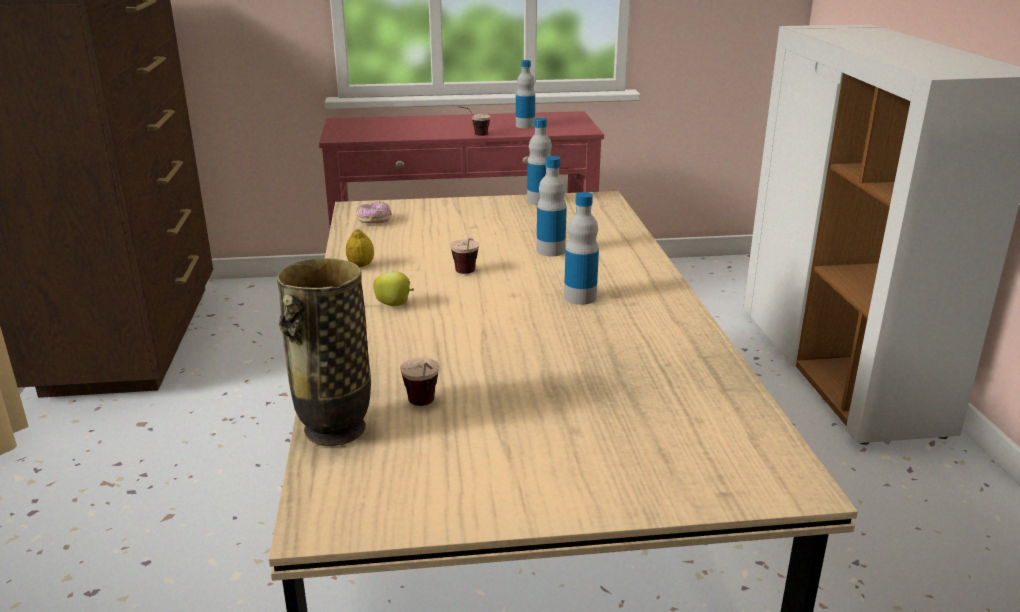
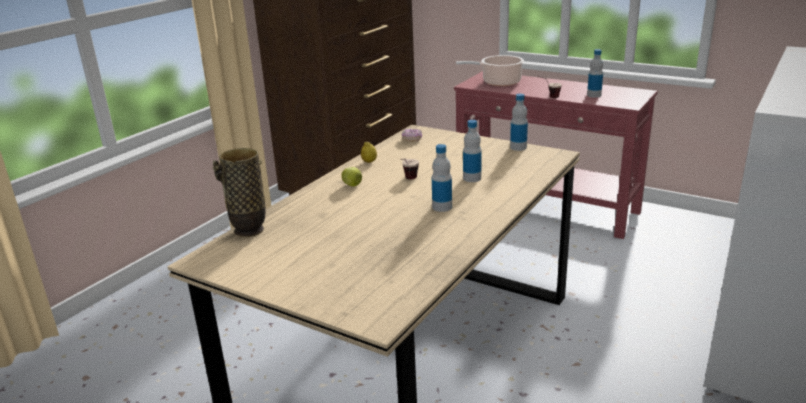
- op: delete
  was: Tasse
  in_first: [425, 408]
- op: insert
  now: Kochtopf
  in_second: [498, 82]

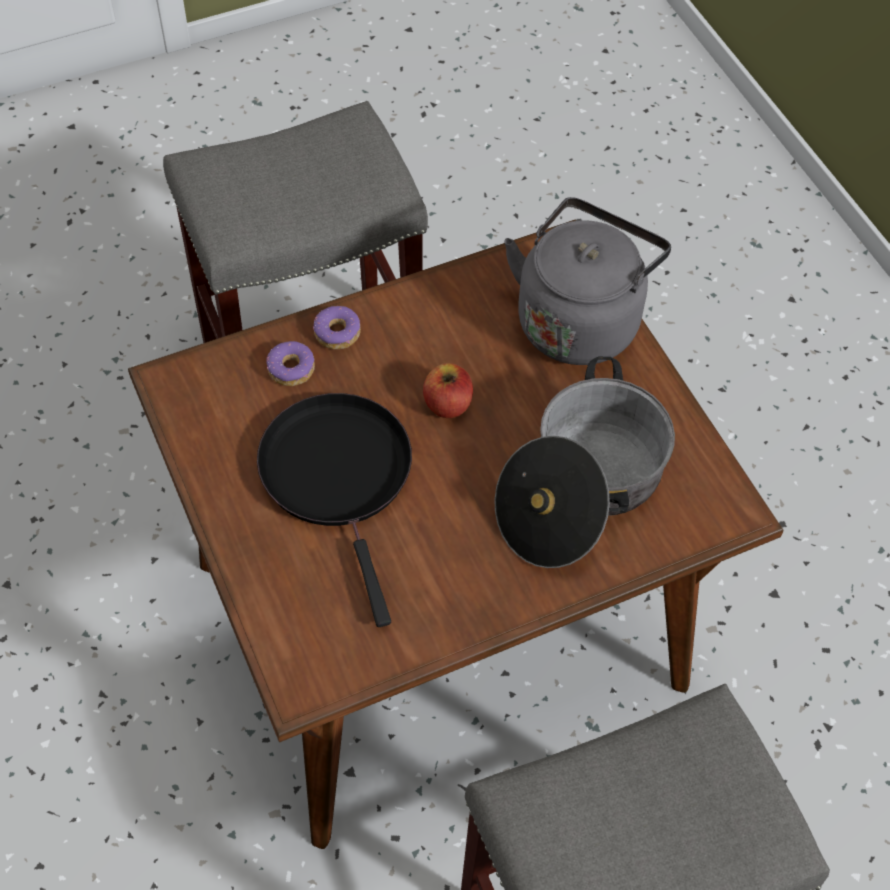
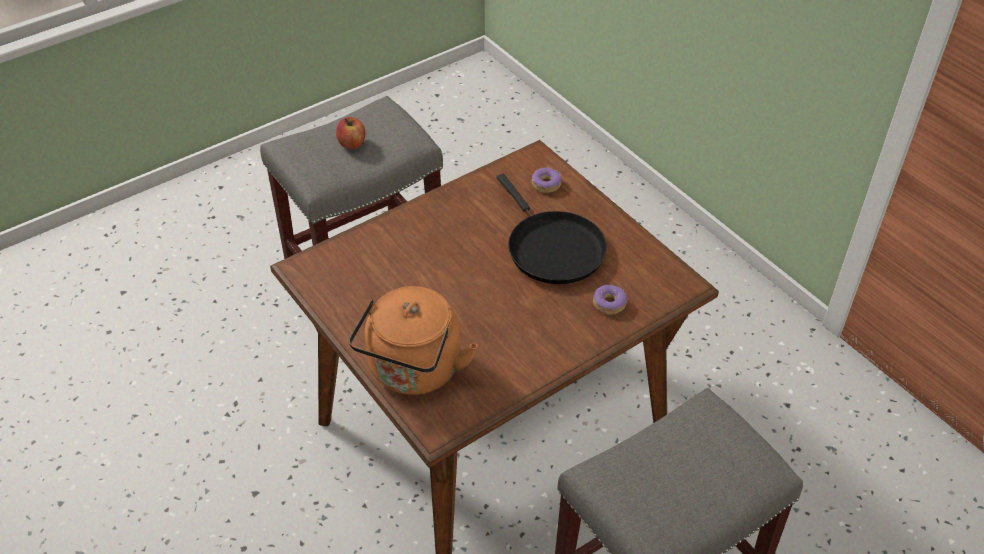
- op: recolor
  was: Wasserkessel/grau
  now: Wasserkessel/orange
  in_first: [580, 319]
  in_second: [413, 372]
- op: move
  was: Donut
  in_first: [337, 333]
  in_second: [546, 184]
- op: delete
  was: Kochtopf
  in_first: [580, 489]
- op: move
  was: Apfel
  in_first: [447, 404]
  in_second: [352, 143]

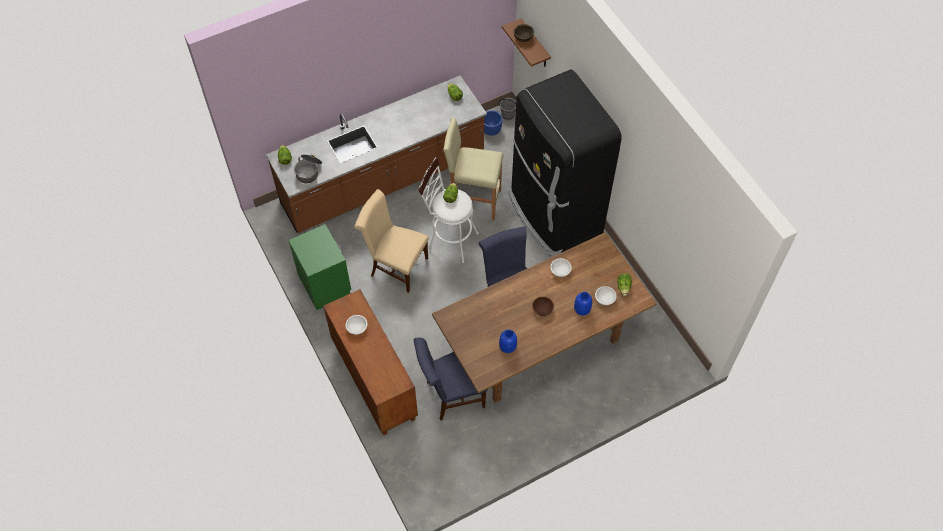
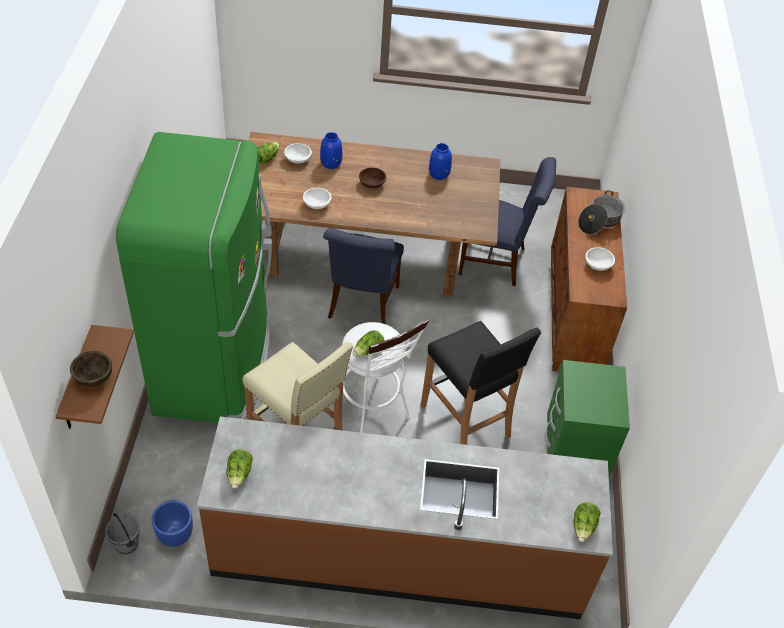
- op: recolor
  was: Kühlschrank/schwarz
  now: Kühlschrank/grün
  in_first: [553, 215]
  in_second: [215, 366]
- op: move
  was: Kochtopf
  in_first: [309, 171]
  in_second: [599, 221]
- op: replace
  was: Stuhl/beige
  now: Hocker/schwarz
  in_first: [395, 266]
  in_second: [466, 421]

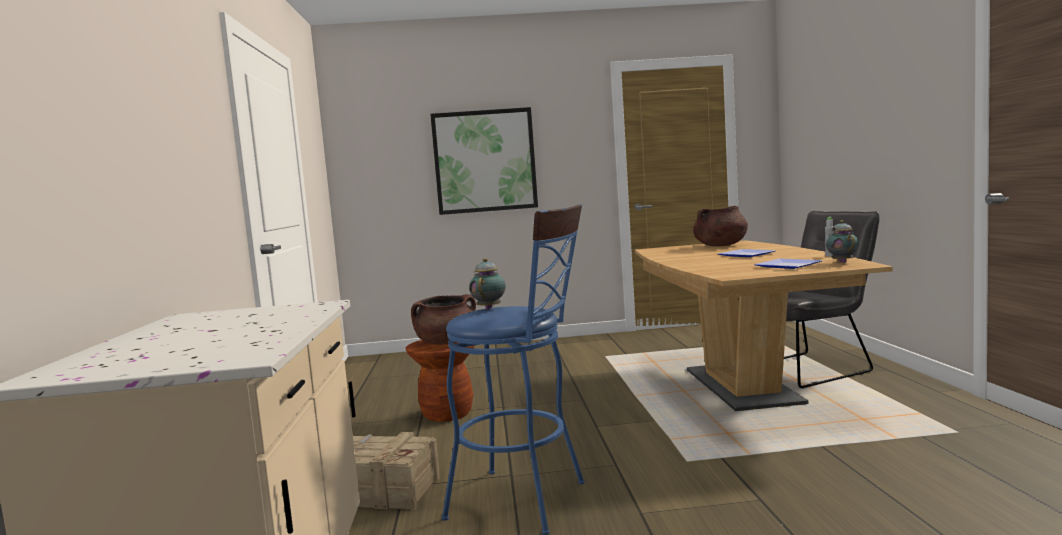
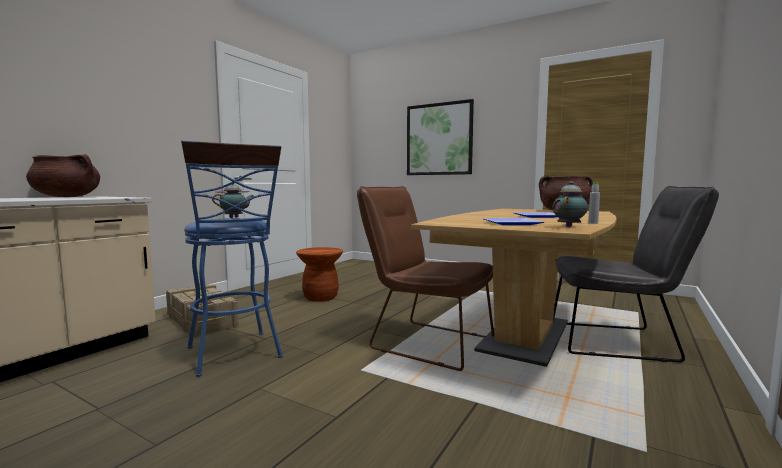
- op: move
  was: Kochtopf/braun
  in_first: [446, 342]
  in_second: [67, 197]
- op: insert
  now: Stuhl/braun
  in_second: [424, 342]

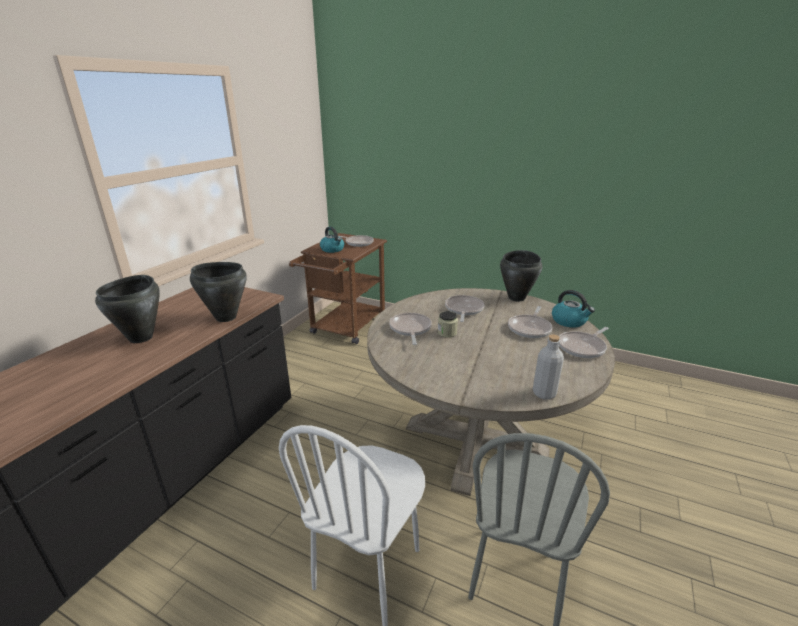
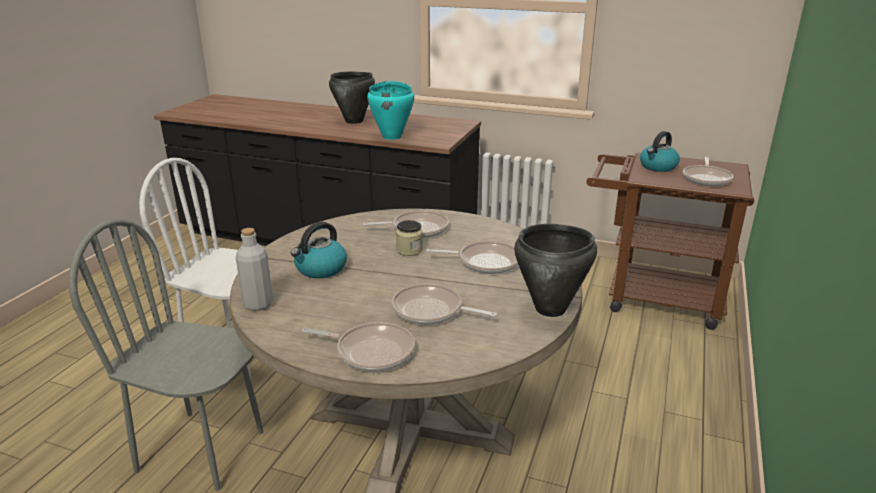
- op: recolor
  was: Kochtopf/schwarz
  now: Kochtopf/türkis
  in_first: [226, 317]
  in_second: [392, 137]
- op: move
  was: Wasserkessel
  in_first: [569, 321]
  in_second: [320, 269]
- op: rotate
  was: Pfanne
  in_first: [582, 347]
  in_second: [371, 351]
  clockwise: 150

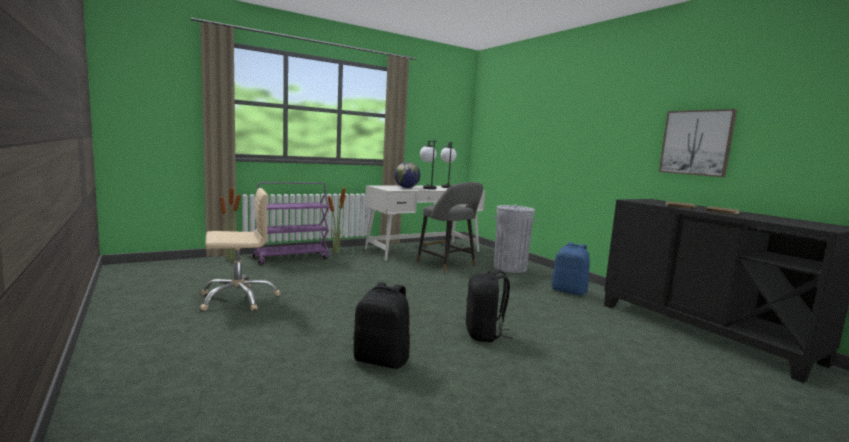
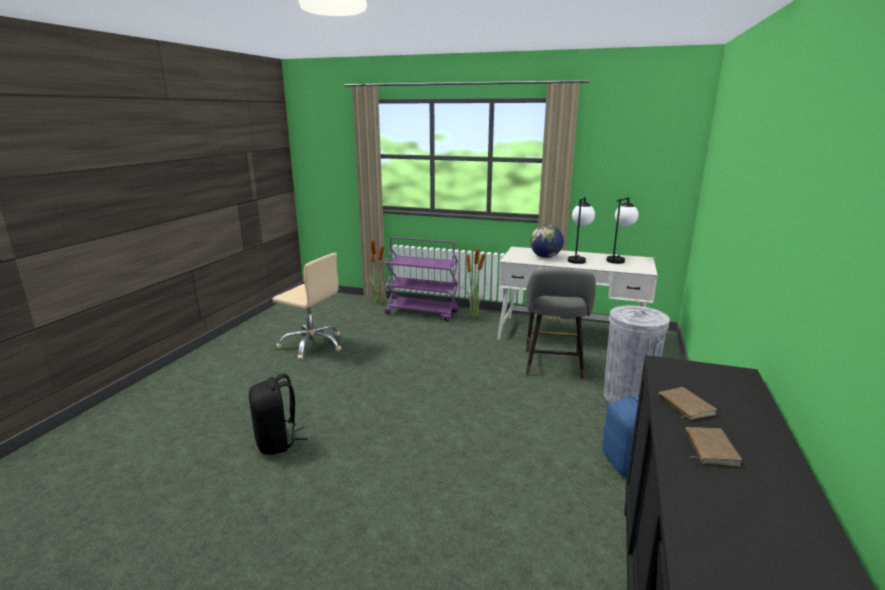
- op: delete
  was: Bild
  in_first: [696, 142]
- op: delete
  was: Rucksack/schwarz
  in_first: [484, 334]

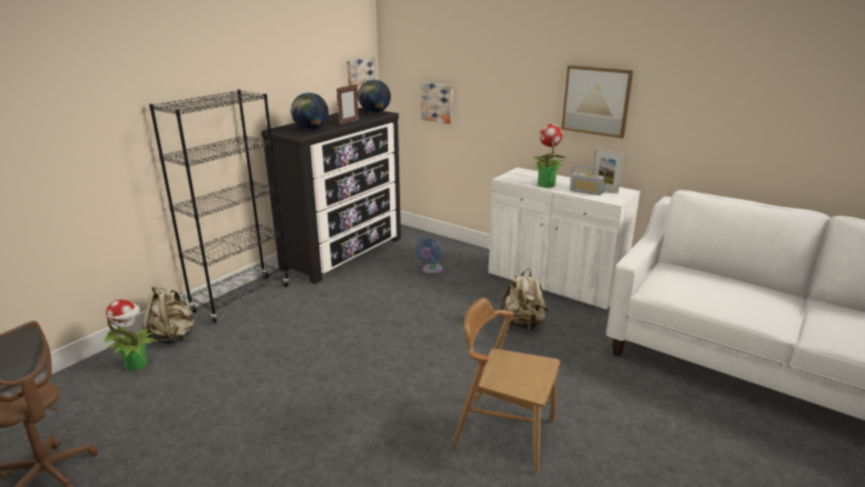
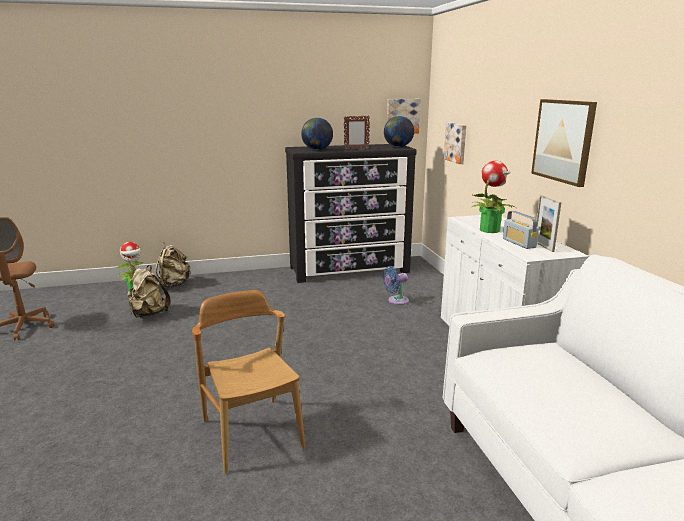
- op: delete
  was: Bücherregal/schwarz
  in_first: [241, 299]
- op: move
  was: Rucksack/beige
  in_first: [522, 324]
  in_second: [149, 314]

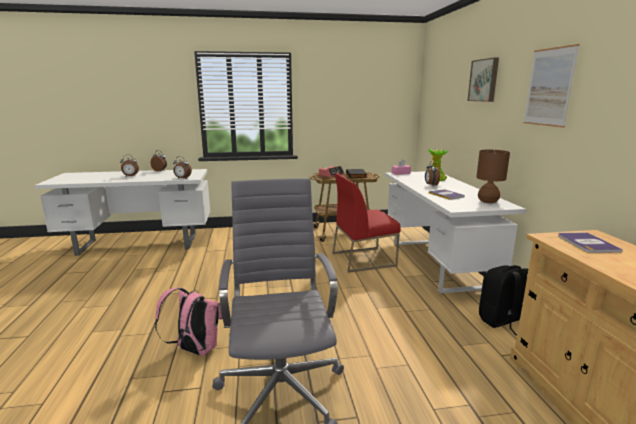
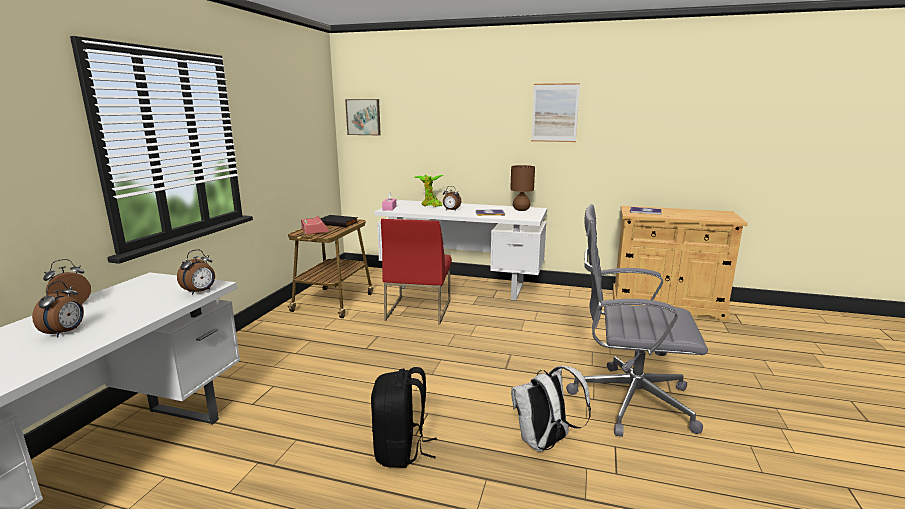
- op: move
  was: Bild
  in_first: [484, 80]
  in_second: [363, 117]
- op: move
  was: Rucksack/schwarz
  in_first: [502, 321]
  in_second: [401, 450]
- op: recolor
  was: Rucksack/rosa
  now: Rucksack/weiß
  in_first: [195, 350]
  in_second: [545, 443]

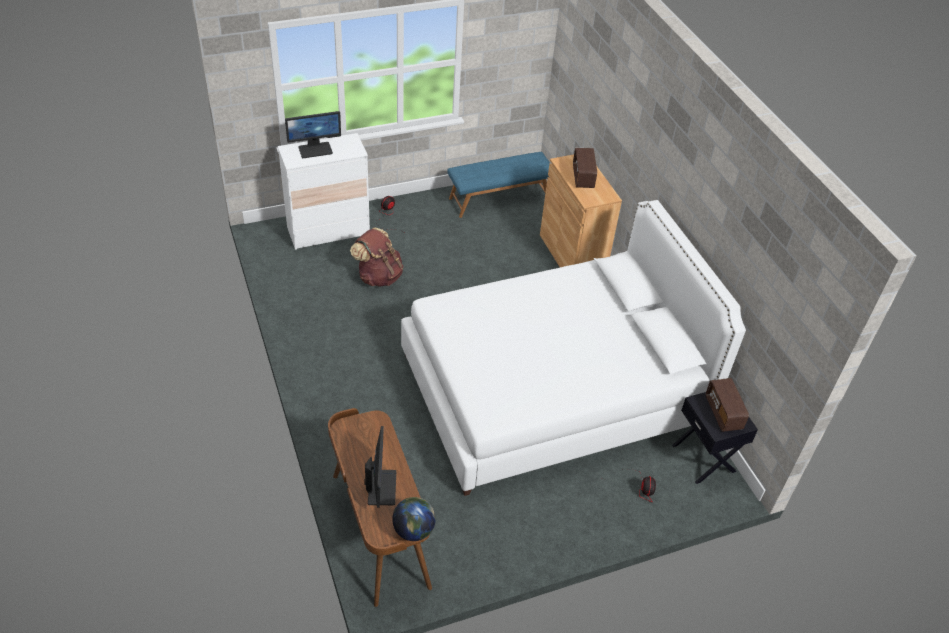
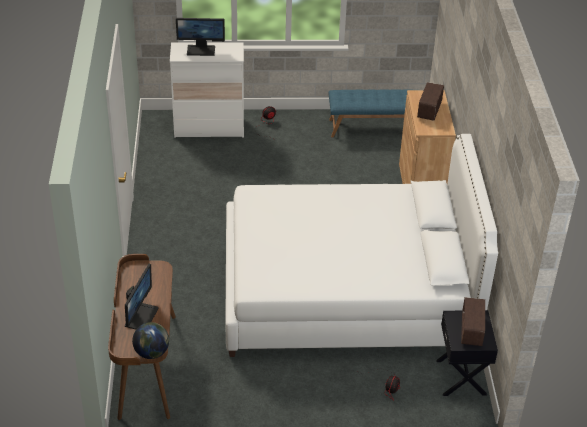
- op: delete
  was: Rucksack/braun
  in_first: [379, 276]

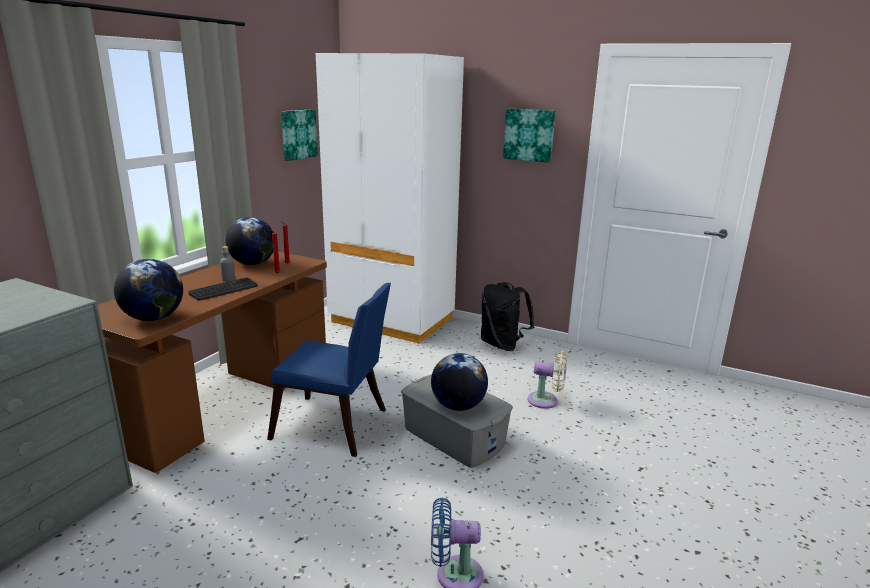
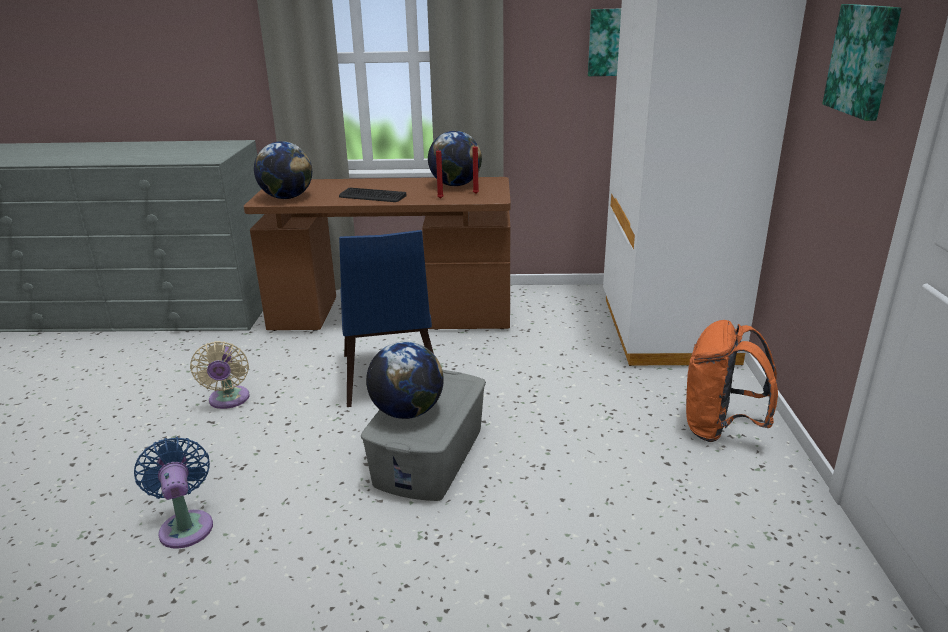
- op: delete
  was: Flasche/grau
  in_first: [228, 279]
- op: recolor
  was: Rucksack/schwarz
  now: Rucksack/orange
  in_first: [502, 345]
  in_second: [720, 429]
- op: move
  was: Ventilator/beige
  in_first: [546, 401]
  in_second: [228, 400]

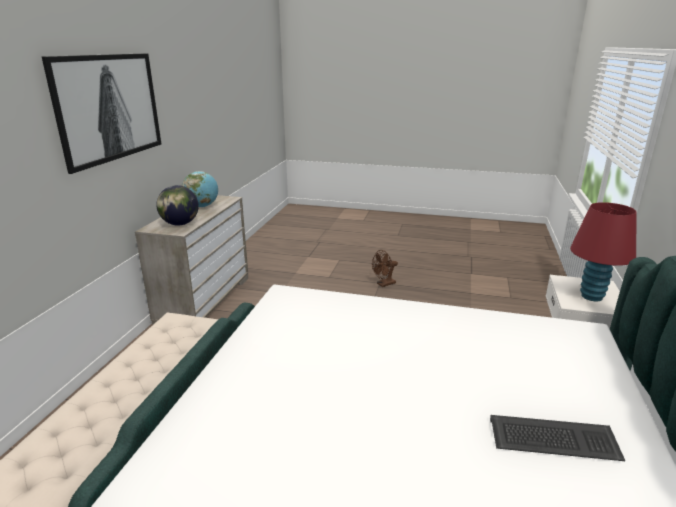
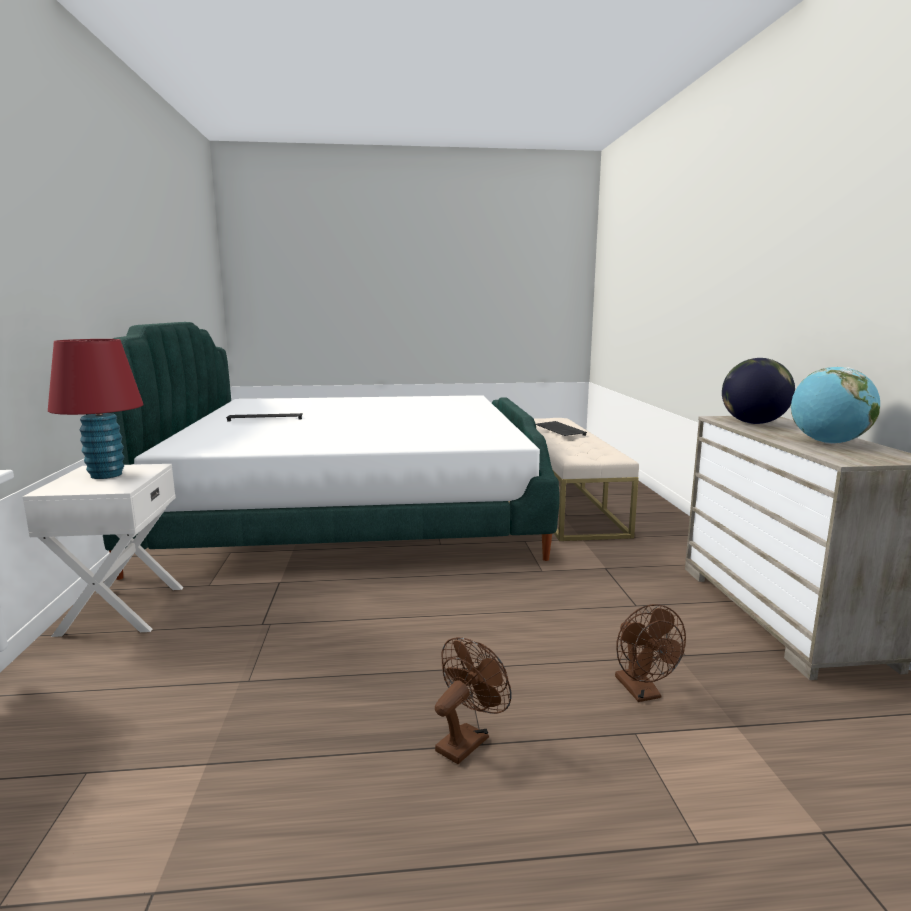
- op: delete
  was: Bild
  in_first: [110, 108]
- op: insert
  now: Tastatur
  in_second: [558, 430]
- op: insert
  now: Ventilator/braun
  in_second: [642, 692]

